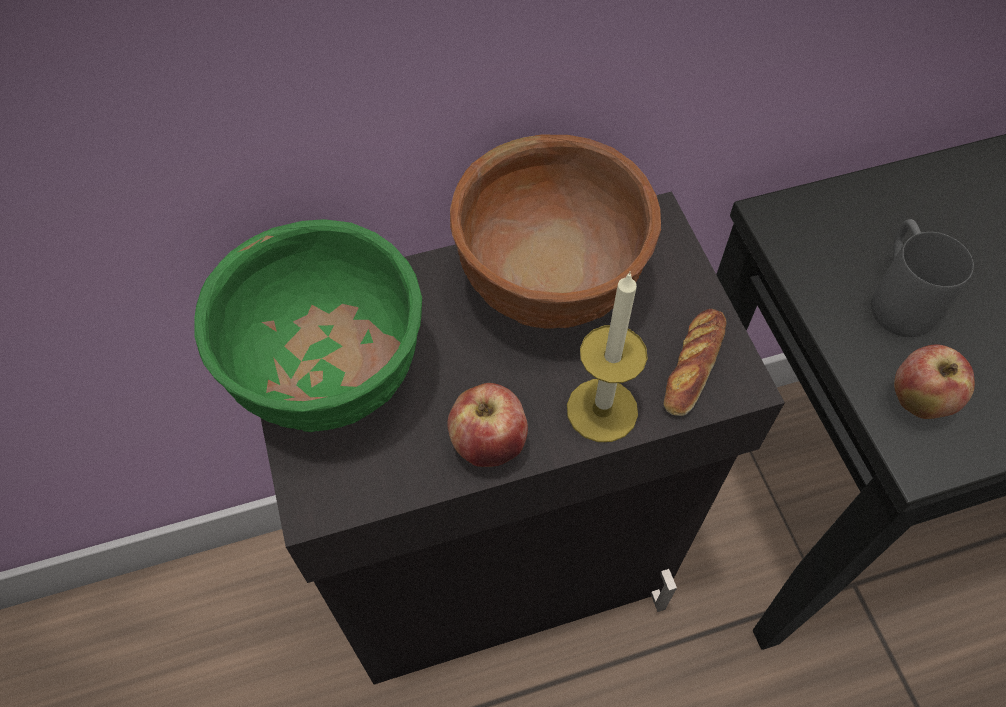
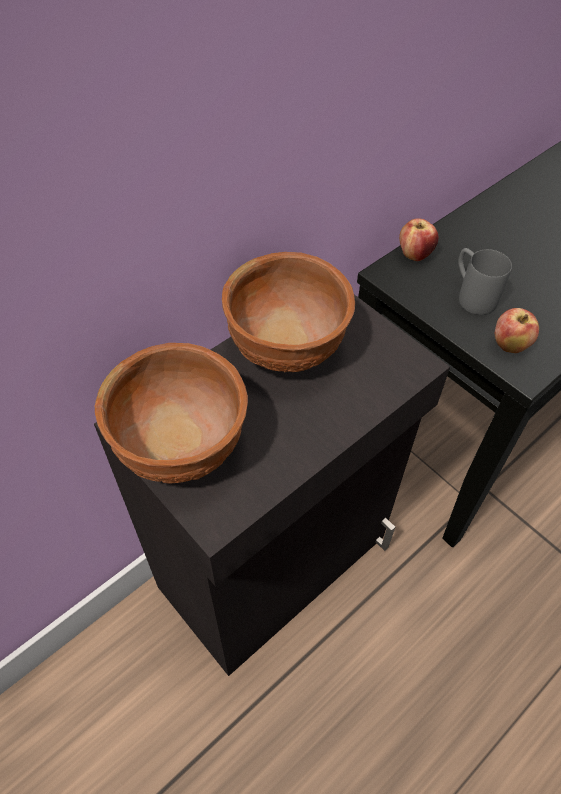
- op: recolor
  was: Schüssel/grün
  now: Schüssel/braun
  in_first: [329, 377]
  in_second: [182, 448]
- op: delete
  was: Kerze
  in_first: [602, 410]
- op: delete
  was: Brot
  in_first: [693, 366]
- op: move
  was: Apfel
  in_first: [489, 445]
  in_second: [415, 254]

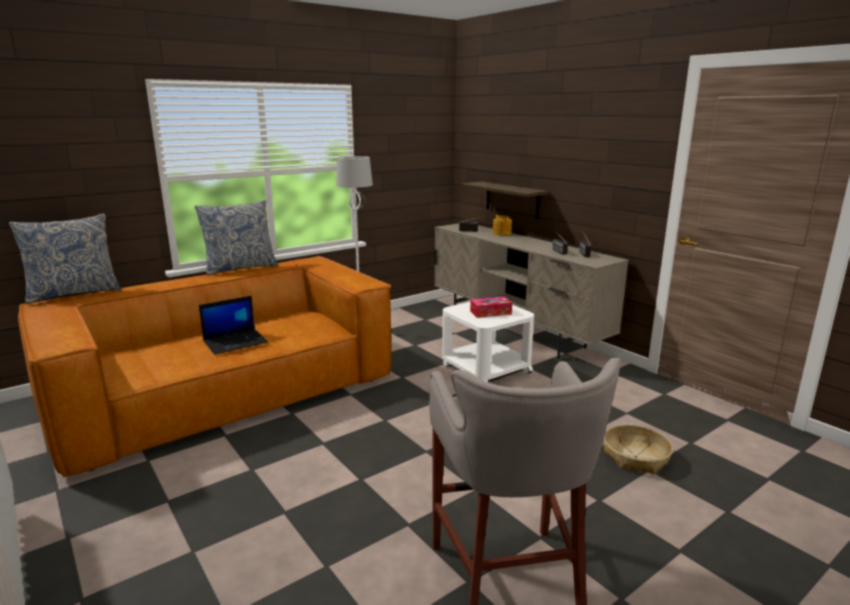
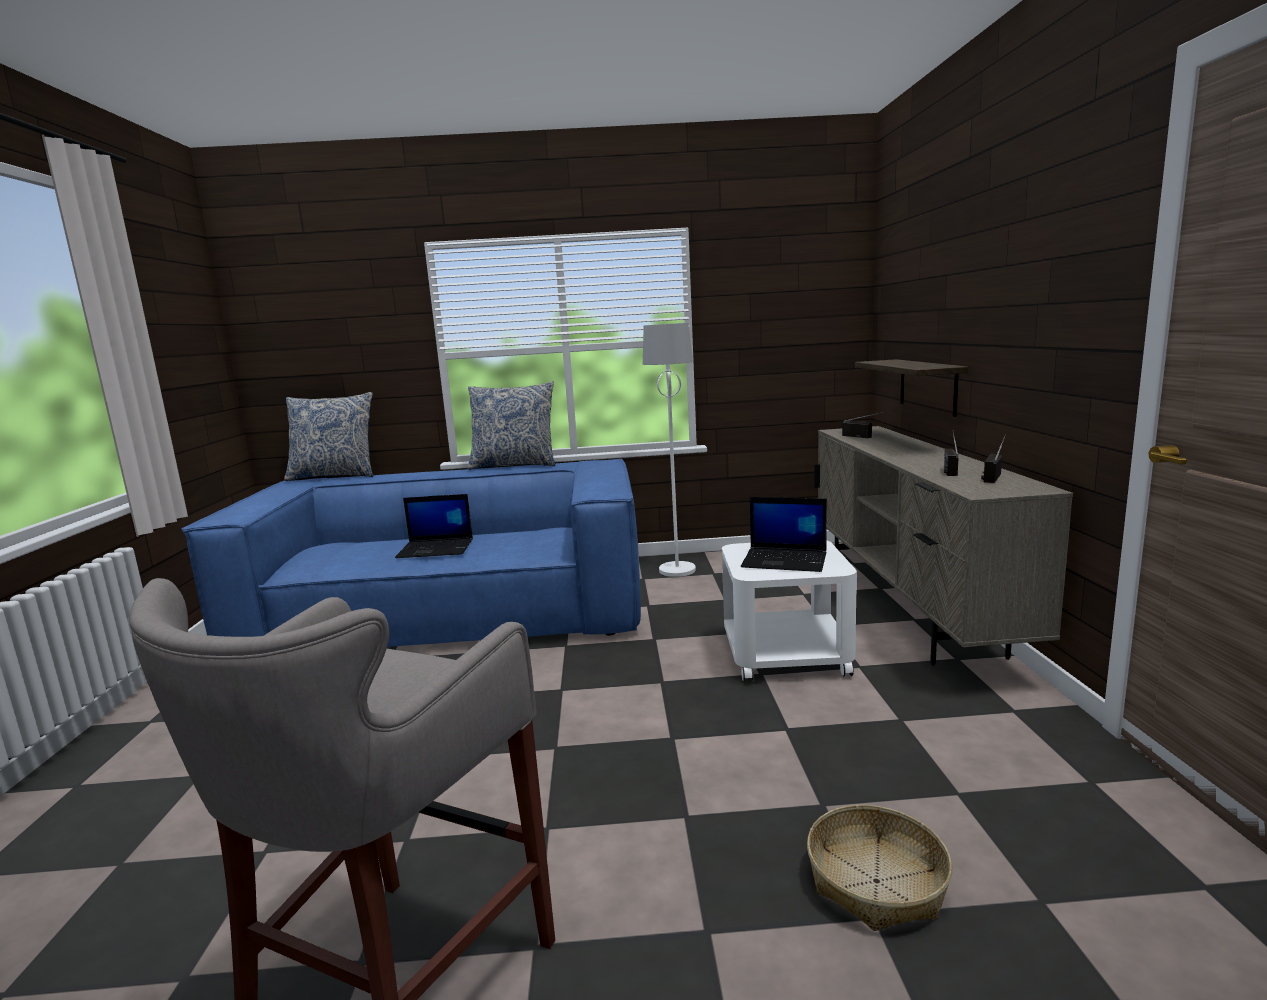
- op: delete
  was: Teekanne
  in_first: [502, 233]
- op: recolor
  was: Sofa/braun
  now: Sofa/blau
  in_first: [226, 391]
  in_second: [451, 612]
- op: replace
  was: Taschentuchbox
  now: Laptop
  in_first: [490, 313]
  in_second: [785, 560]

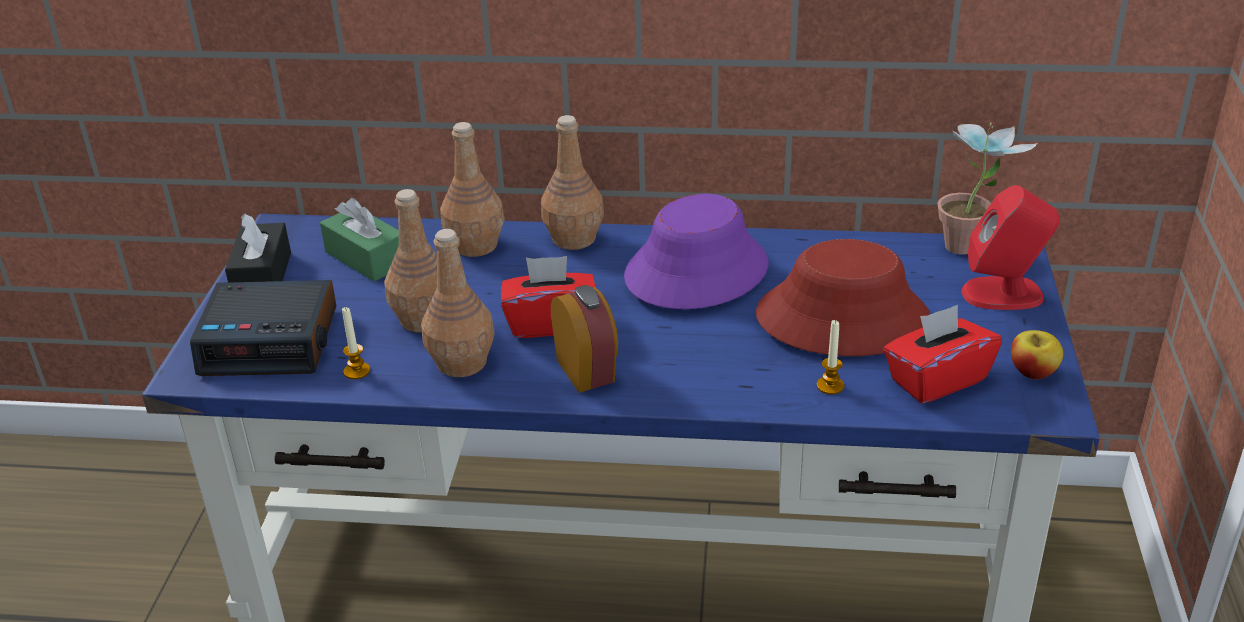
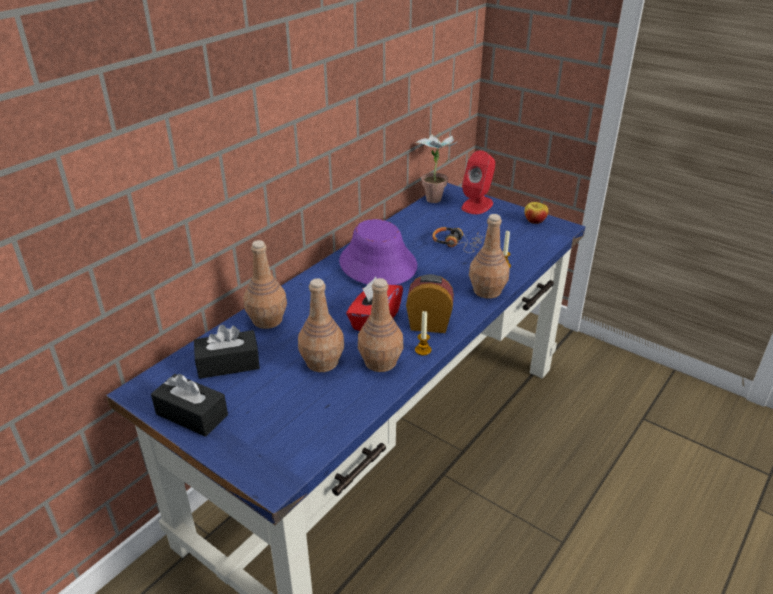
- op: move
  was: Flasche/braun
  in_first: [573, 239]
  in_second: [487, 291]
- op: recolor
  was: Taschentuchbox/grün
  now: Taschentuchbox/schwarz
  in_first: [367, 258]
  in_second: [228, 364]
- op: replace
  was: Hut/rot
  now: Kopfhörer
  in_first: [842, 318]
  in_second: [456, 244]
- op: delete
  was: Wecker
  in_first: [271, 341]
- op: delete
  was: Taschentuchbox/rot
  in_first: [937, 379]
- op: move
  was: Kerze
  in_first: [357, 371]
  in_second: [423, 350]

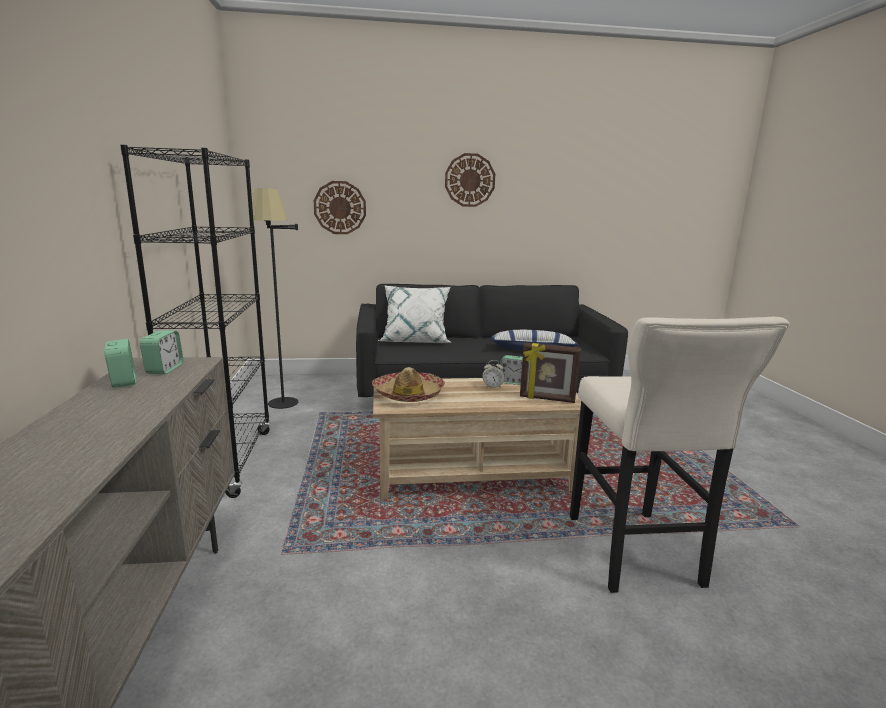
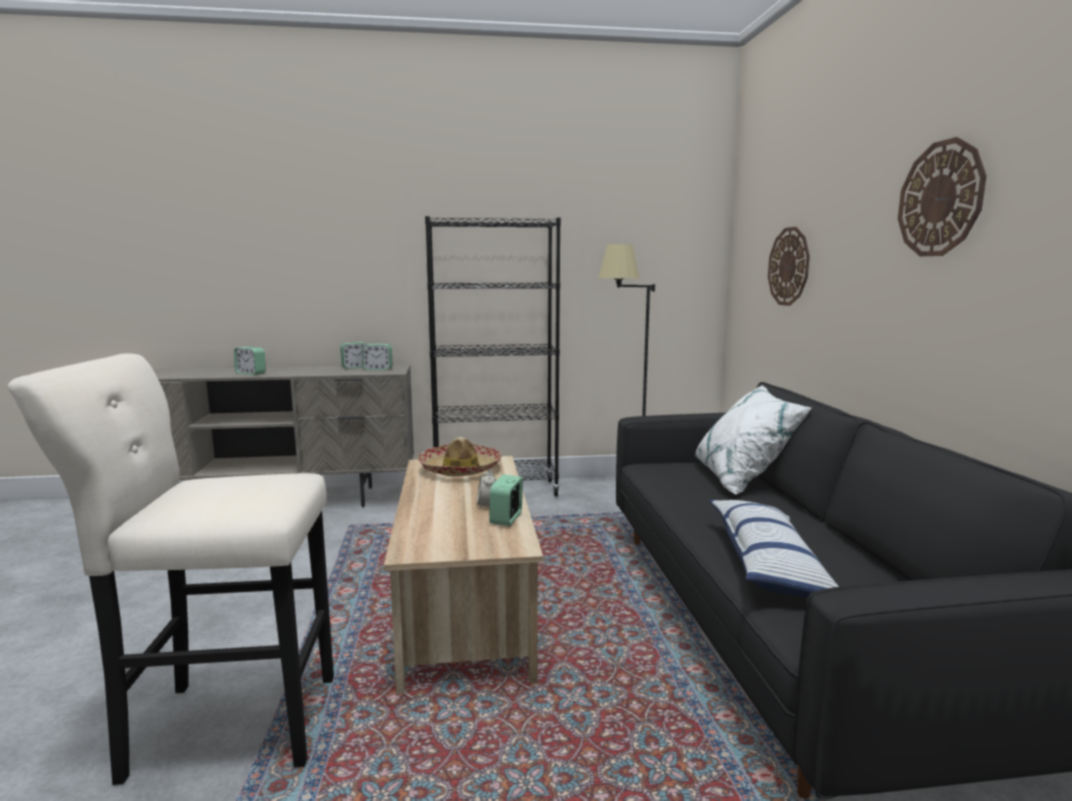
- op: delete
  was: Bilderrahmen
  in_first: [547, 399]
- op: insert
  now: Wecker
  in_second: [251, 373]

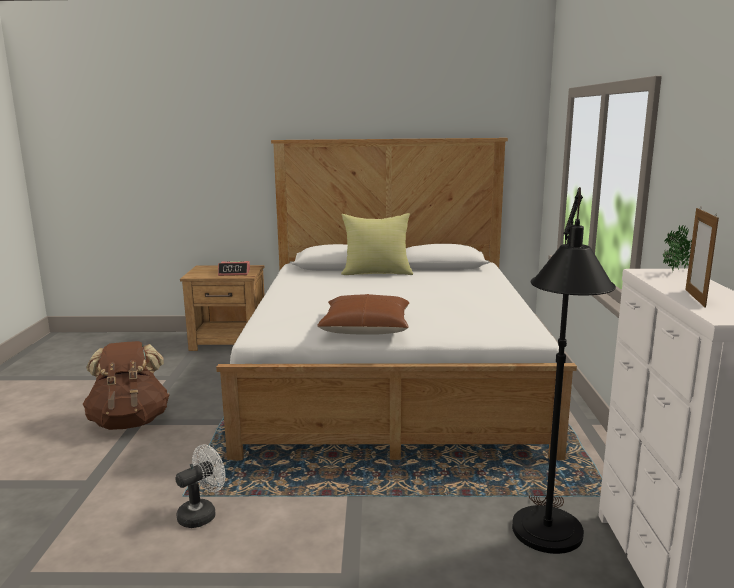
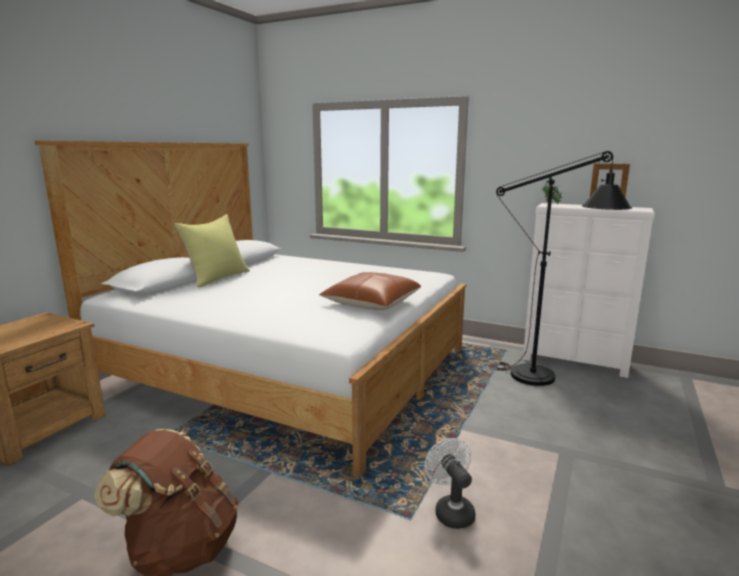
- op: delete
  was: Wecker
  in_first: [234, 273]

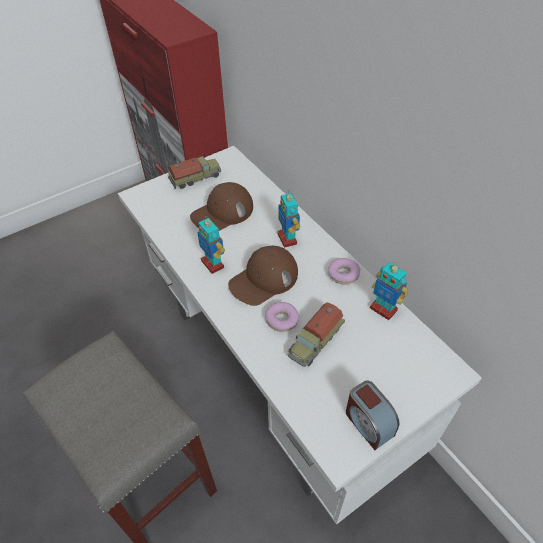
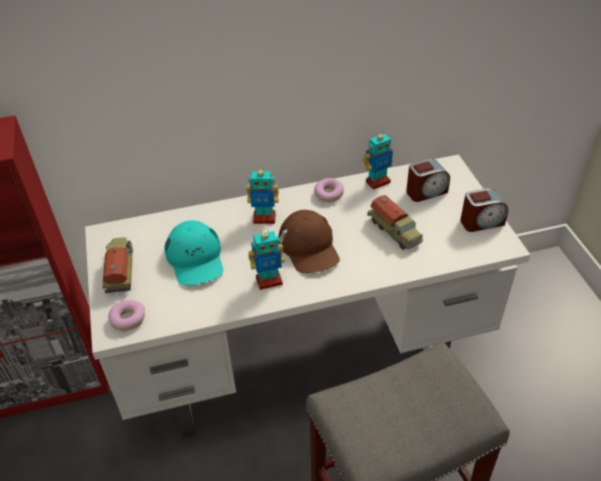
- op: recolor
  was: Kappe/braun
  now: Kappe/türkis
  in_first: [222, 212]
  in_second: [195, 258]
- op: move
  was: Donut
  in_first: [282, 320]
  in_second: [128, 319]
- op: insert
  now: Wecker
  in_second: [426, 192]

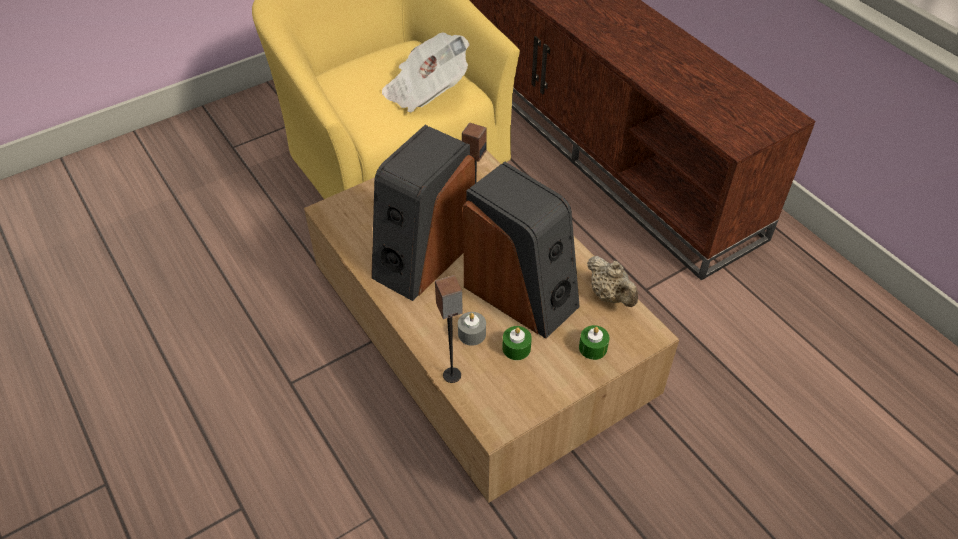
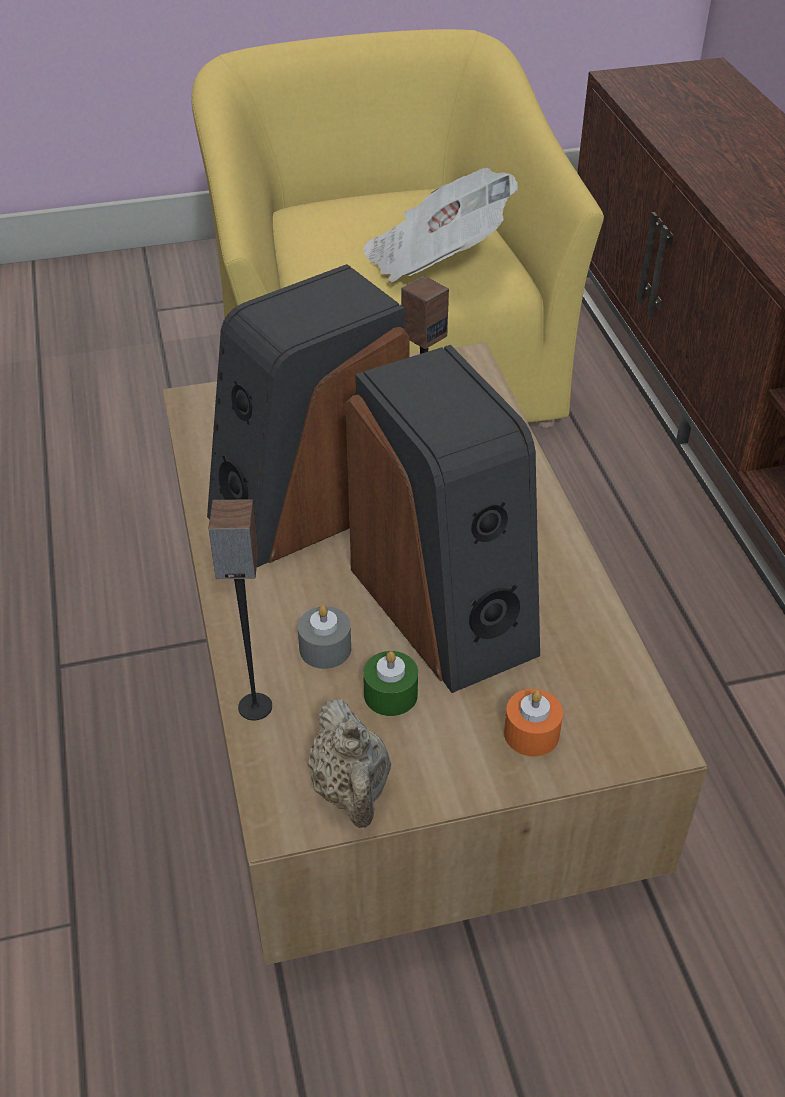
- op: move
  was: Teekanne/beige
  in_first: [610, 295]
  in_second: [351, 790]
- op: recolor
  was: Kerze/grün
  now: Kerze/orange
  in_first: [593, 348]
  in_second: [531, 733]

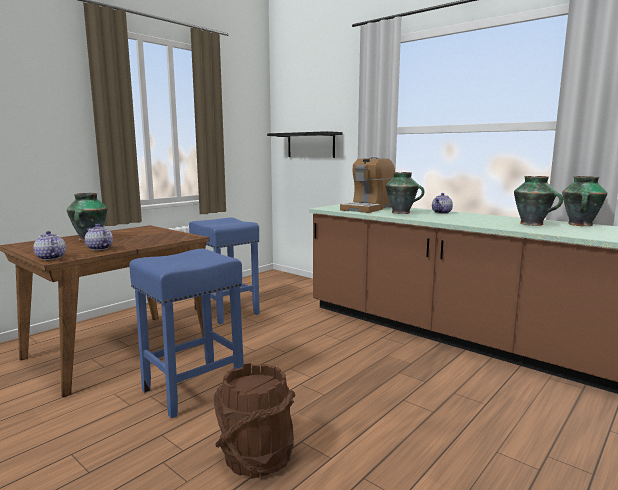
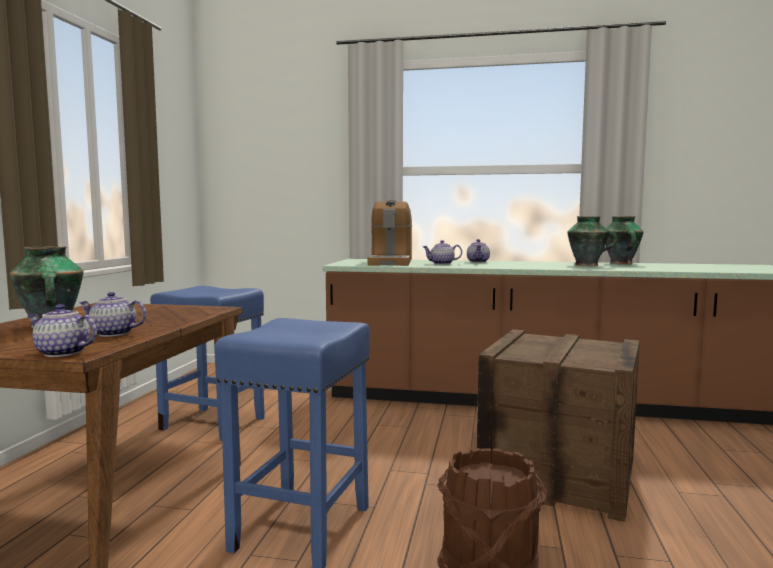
- op: delete
  was: Wandregal/schwarz
  in_first: [310, 145]
- op: replace
  was: Vase
  now: Teekanne
  in_first: [402, 213]
  in_second: [442, 264]
- op: insert
  now: Kiste
  in_second: [558, 474]

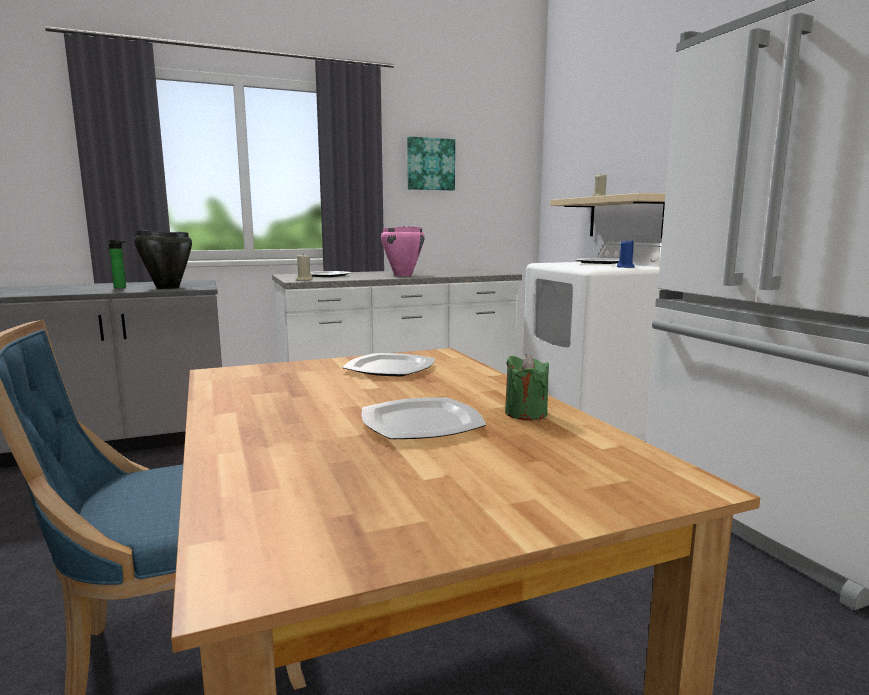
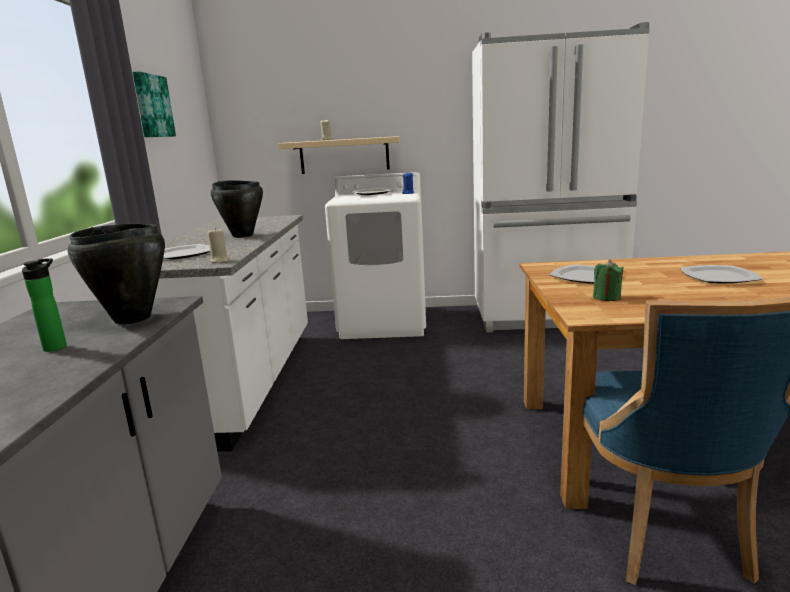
- op: recolor
  was: Kochtopf/rosa
  now: Kochtopf/schwarz
  in_first: [403, 275]
  in_second: [243, 235]
- op: move
  was: Kerze/grün
  in_first: [526, 413]
  in_second: [606, 297]

